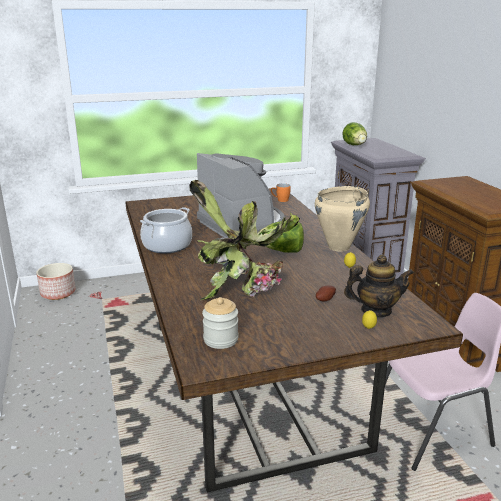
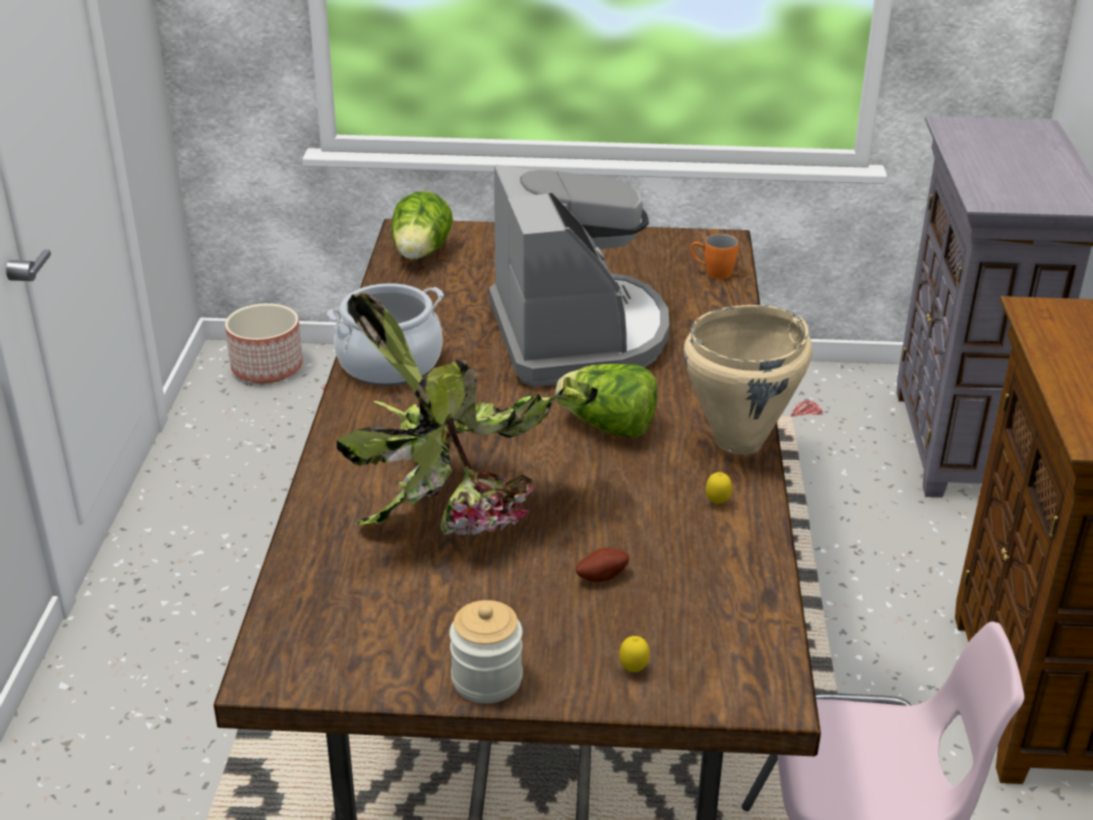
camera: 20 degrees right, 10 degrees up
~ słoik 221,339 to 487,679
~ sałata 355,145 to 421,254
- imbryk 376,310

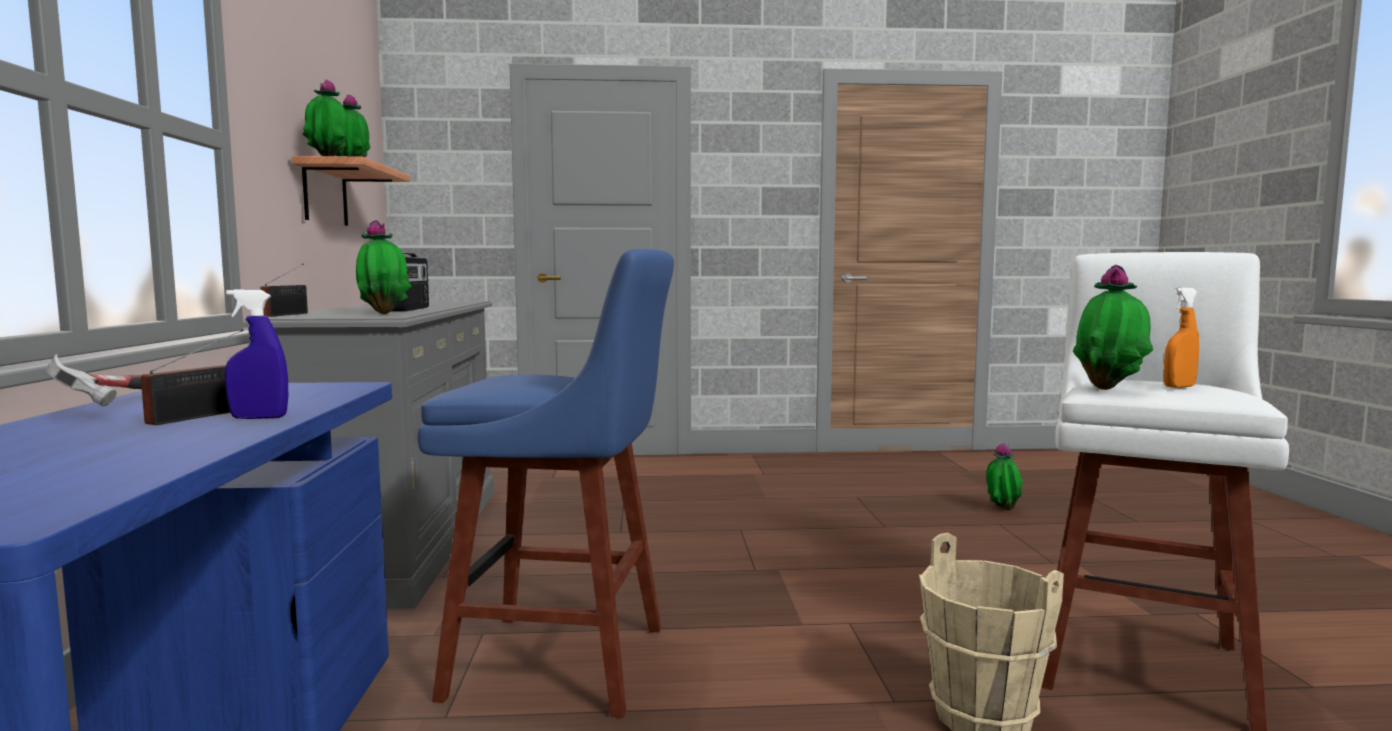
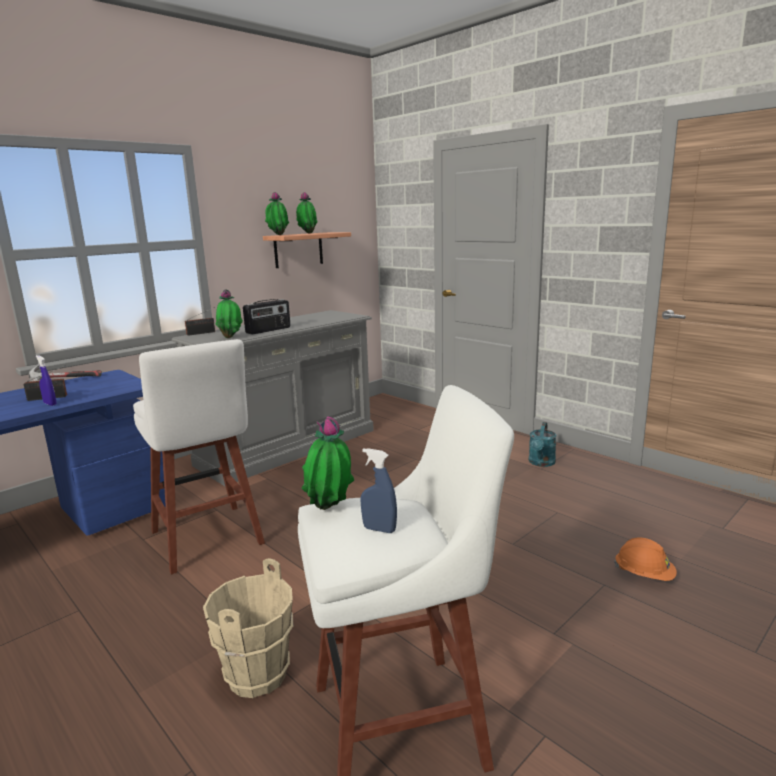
camera: 50 degrees right, 10 degrees up
~ stołek [niebieski] 563,663 to stołek [biały] 207,539
~ roślina doniczkowa 1002,510 to kask [pomarańczowy] 644,575
~ spryskiwacz [pomarańczowy] 1179,387 to spryskiwacz [niebieski] 379,529
+ konewka [turkusowy] 541,463

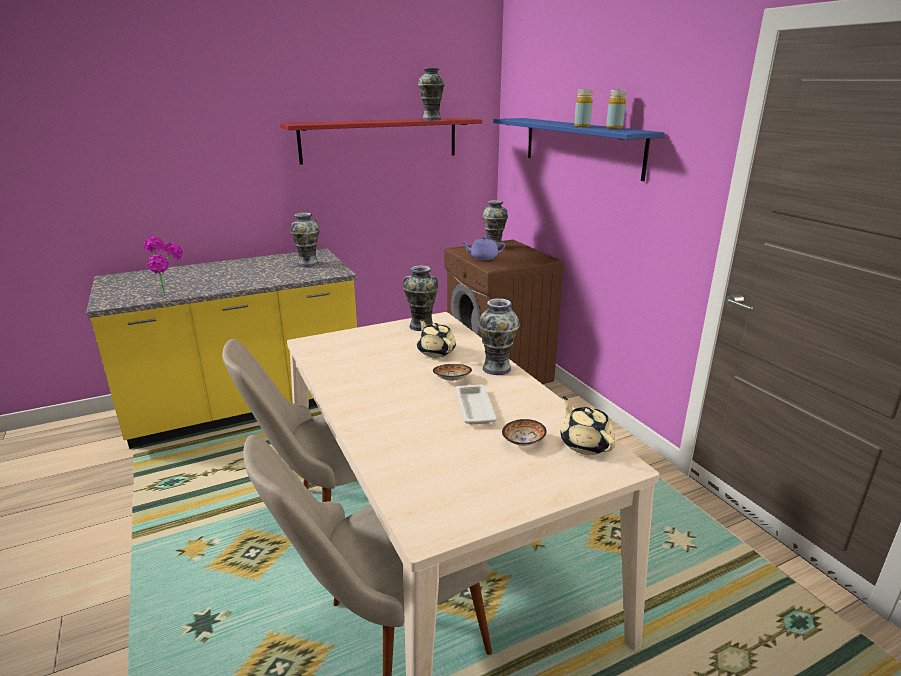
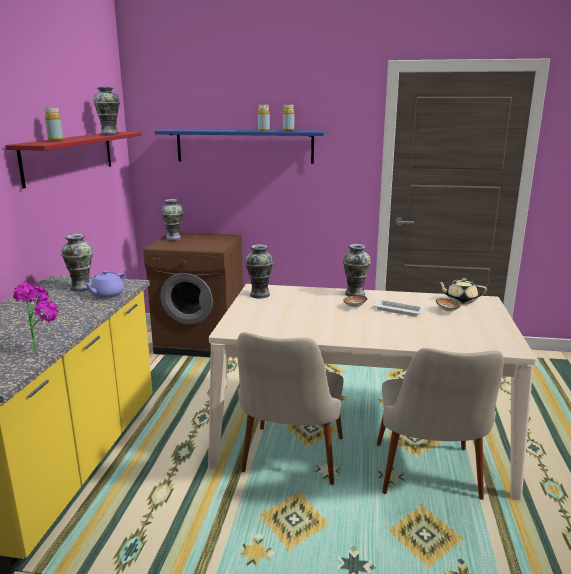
camera: 55 degrees left, 5 degrees down
- imbryk [beżowy] 436,351
~ imbryk [fioletowy] 483,257 to 106,295
+ butelka [żółty] 55,140

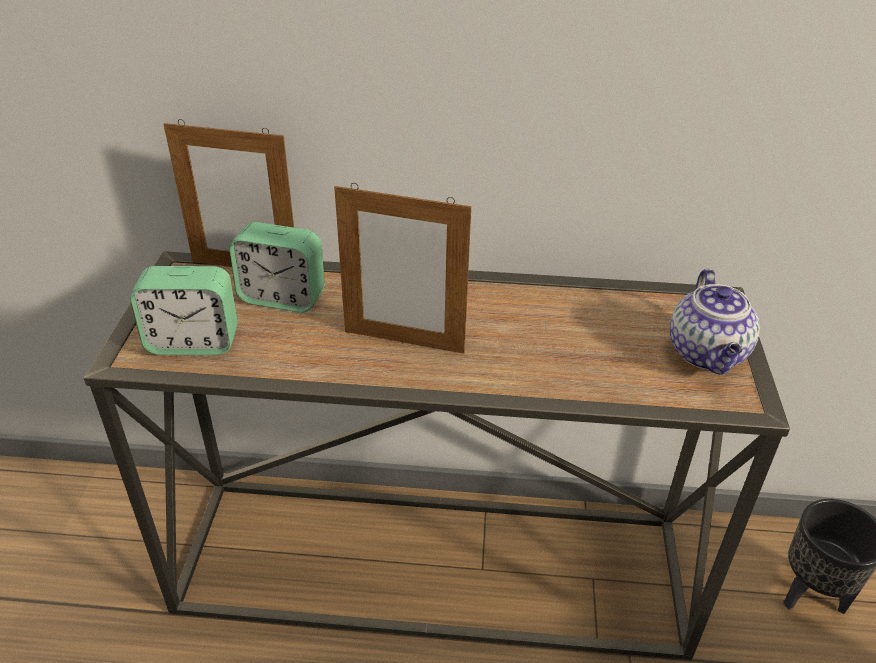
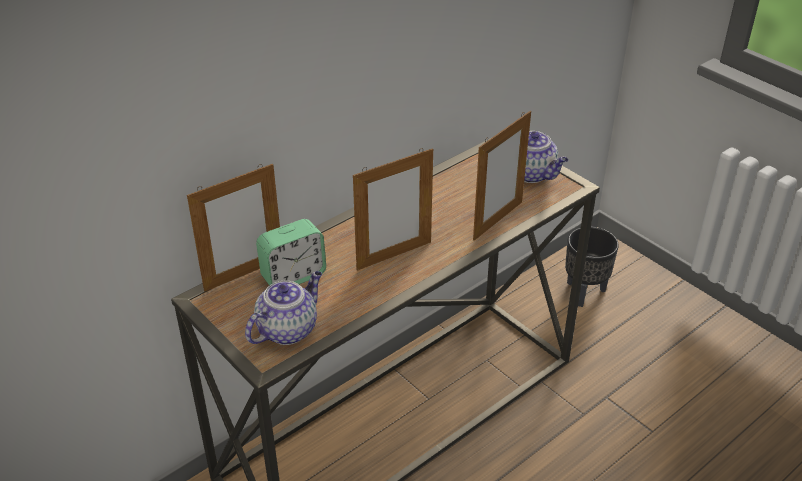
camera: 45 degrees left, 0 degrees up
~ budzik 193,342 to imbryk 288,329
+ ramka na zdjęcie 497,220

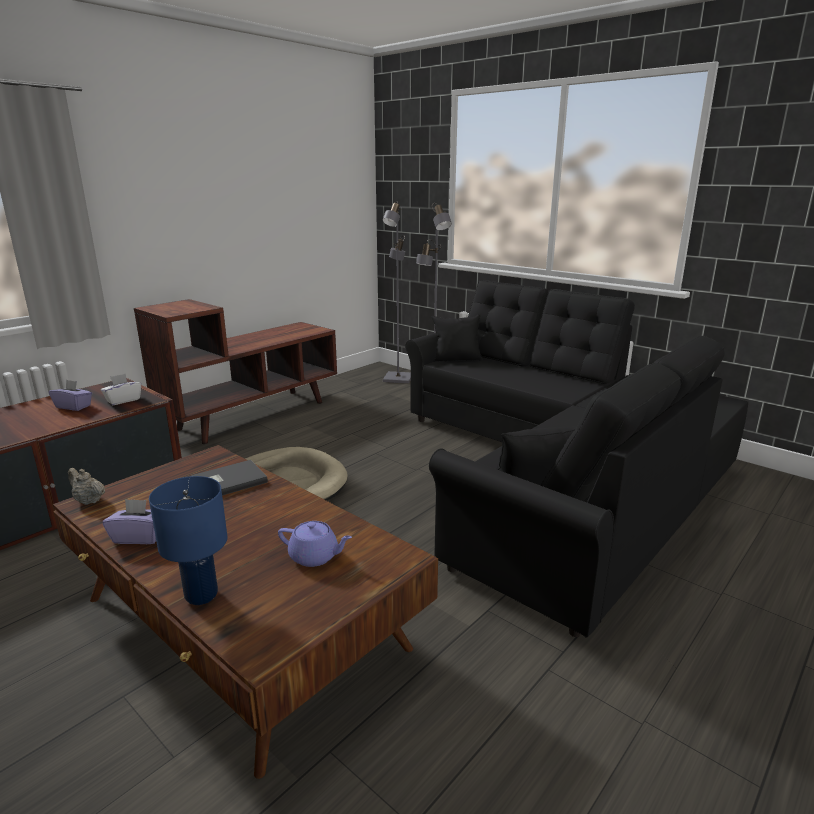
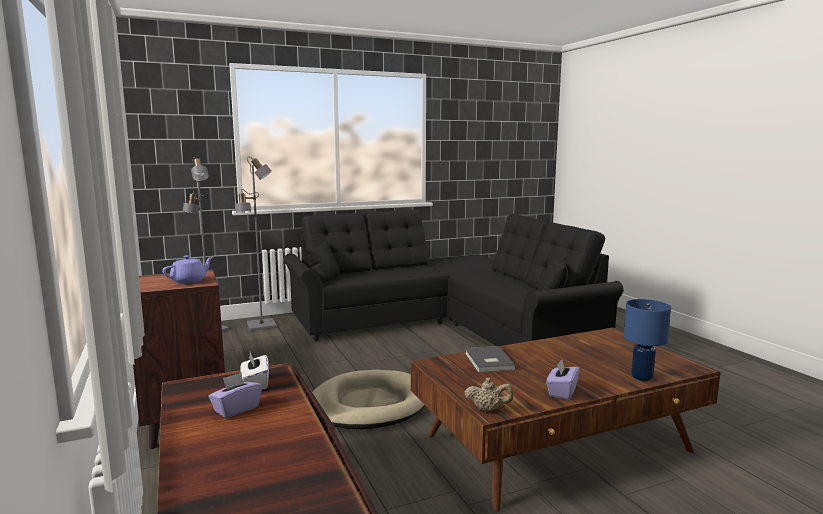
camera: 65 degrees left, 10 degrees down
~ imbryk [beżowy] 88,501 = 488,409 135 degrees counterclockwise
~ imbryk [fioletowy] 315,557 to 190,281

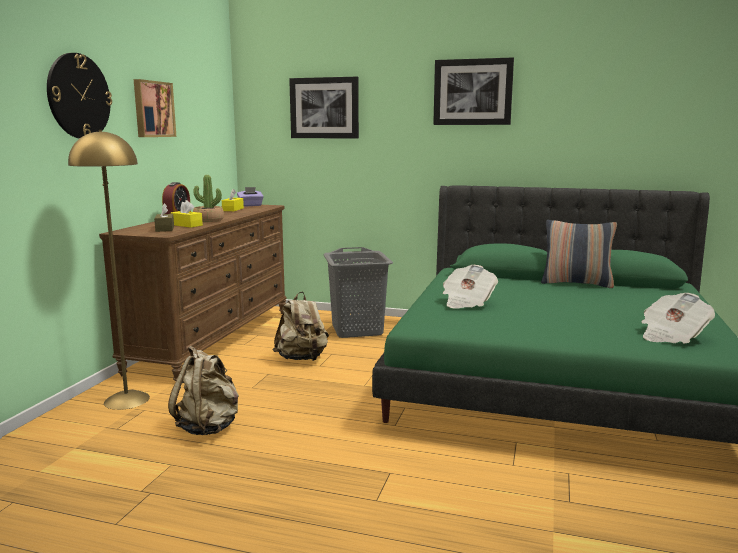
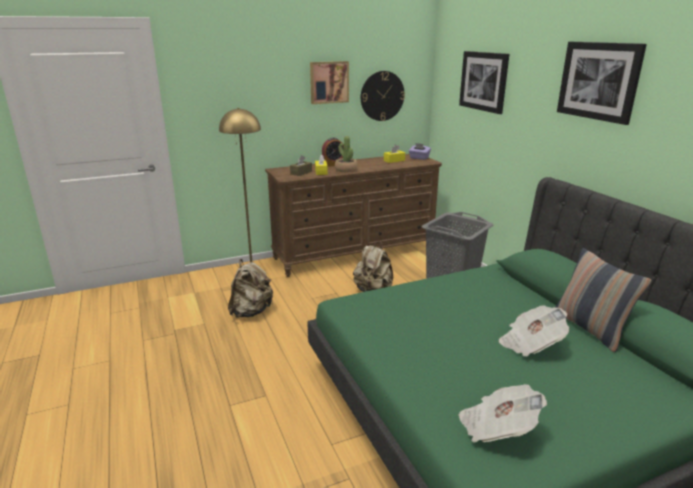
camera: 50 degrees right, 10 degrees up
~ zegar ścienny 78,96 to 382,96
~ gazeta 467,302 to 530,344

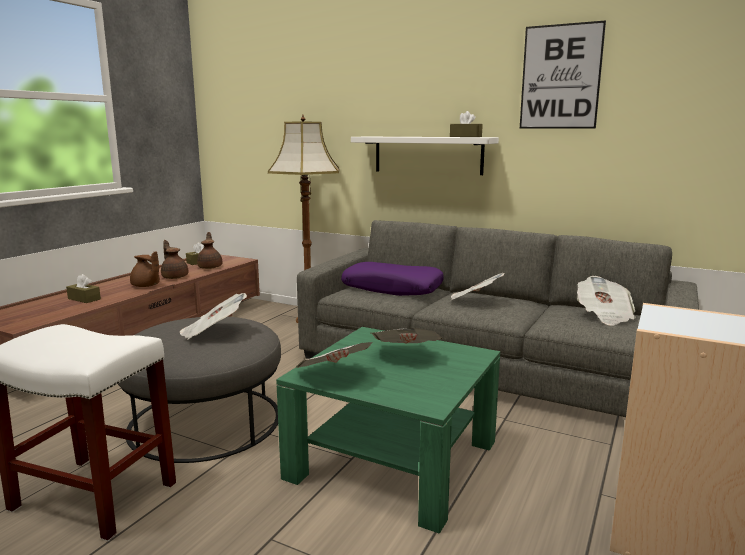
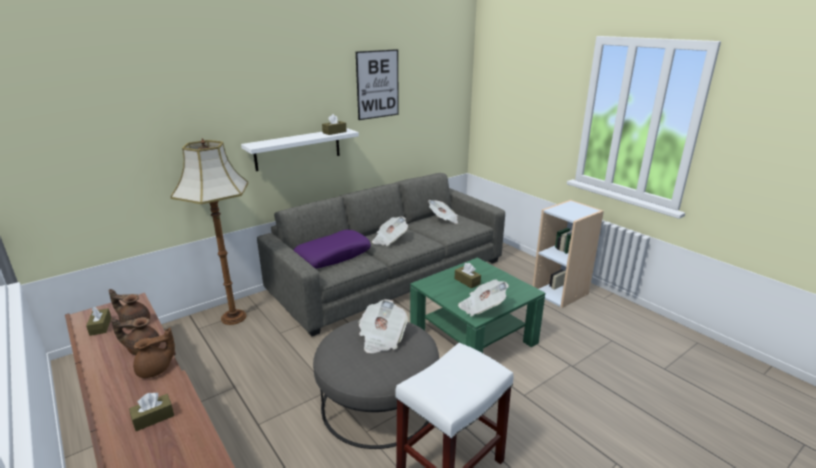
camera: 65 degrees left, 10 degrees up
~ gazeta 406,355 to pudełko chusteczek [brązowy] 467,281

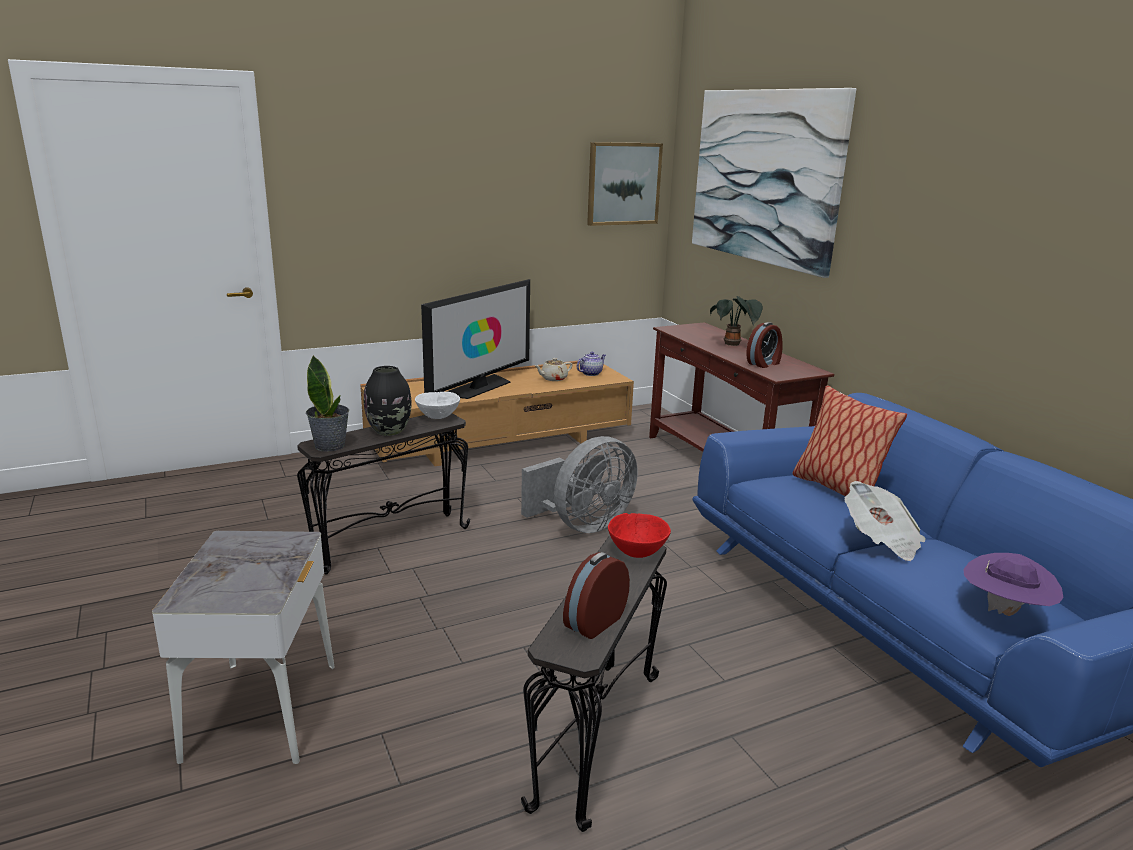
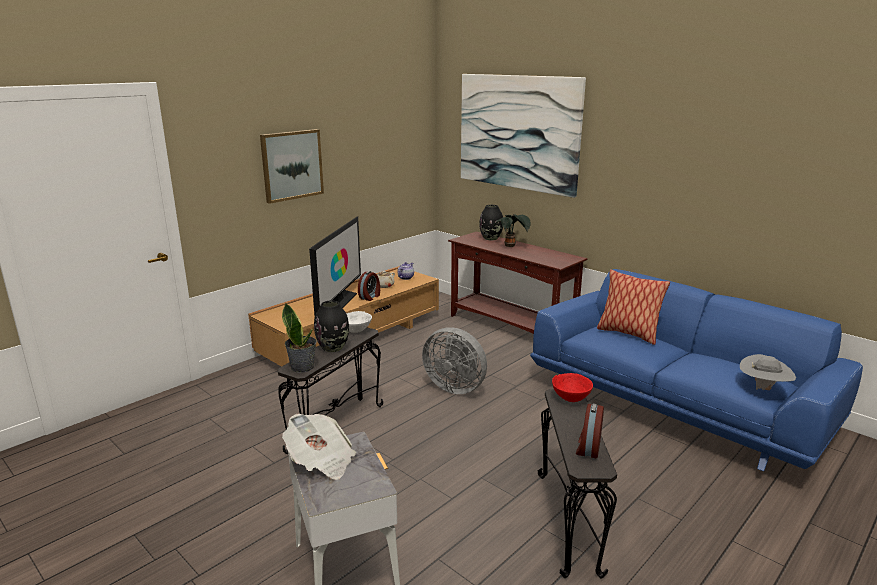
camera: 20 degrees left, 0 degrees up
~ wentylator [szary] 583,525 = 455,387 90 degrees clockwise
~ obraz 623,183 to 292,165
~ budzik 764,363 to 370,297
~ gazeta 881,540 to 321,461
~ kapelusz [fioletowy] 1004,612 to kapelusz [szary] 763,388
+ wazon [czarny] 491,238

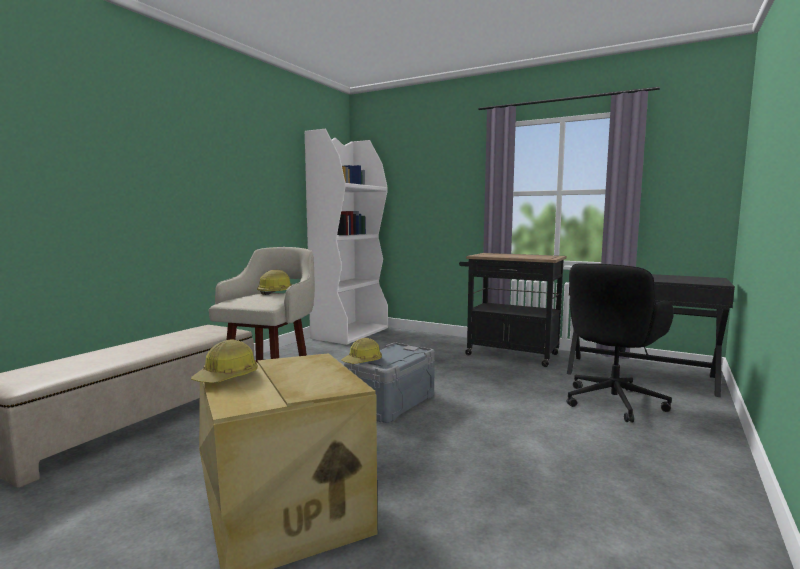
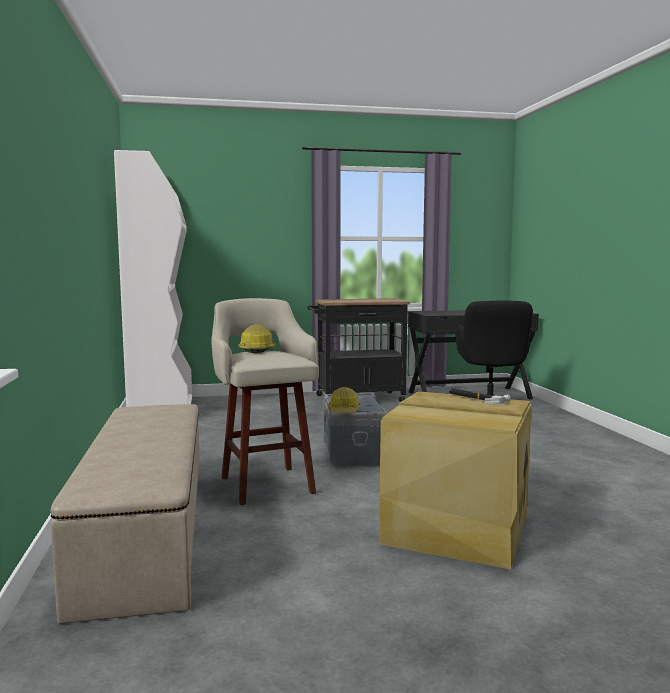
camera: 40 degrees left, 0 degrees up
- kask 227,377
+ młotek 476,398

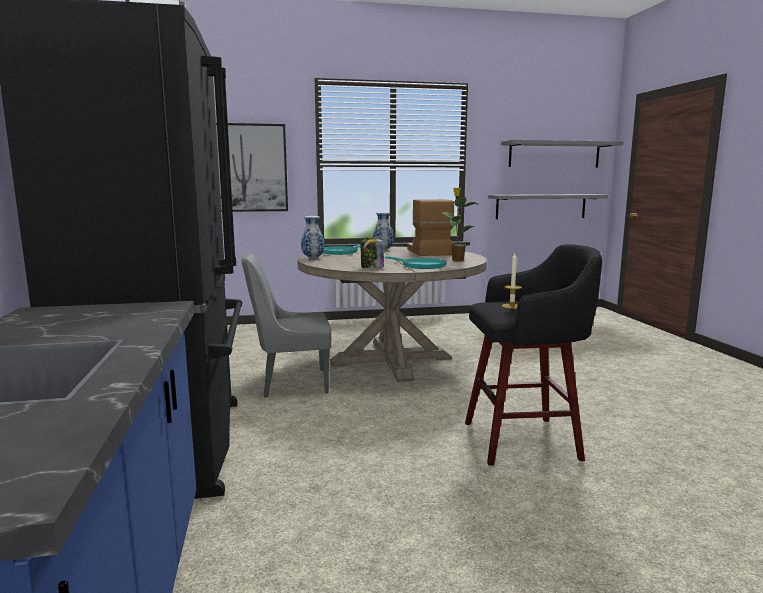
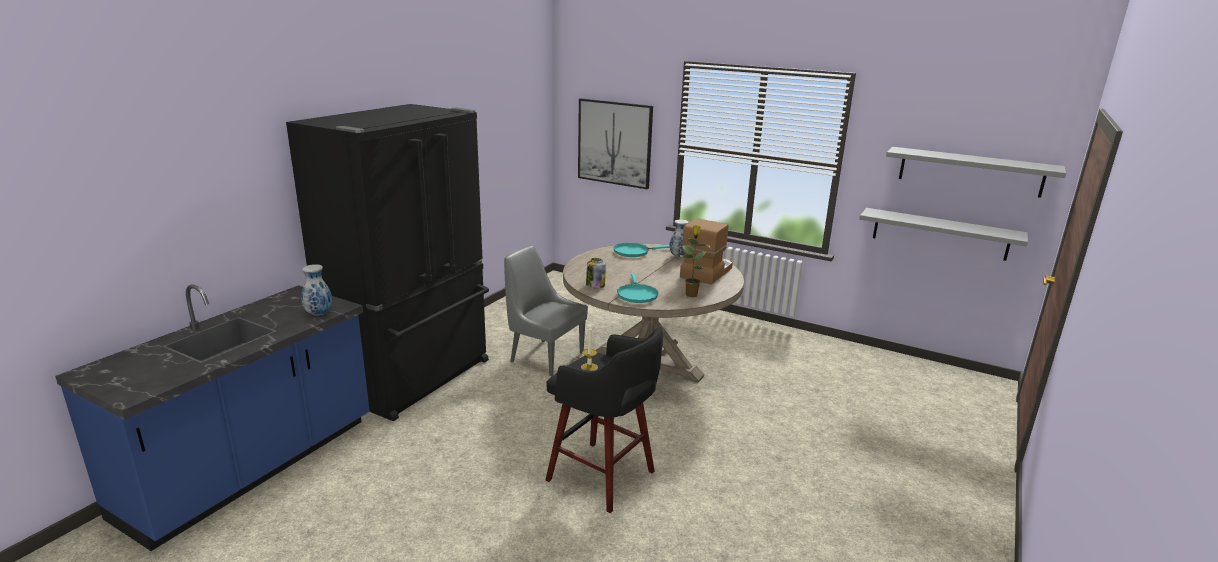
camera: 40 degrees right, 10 degrees up
~ wazon 312,258 to 318,313

